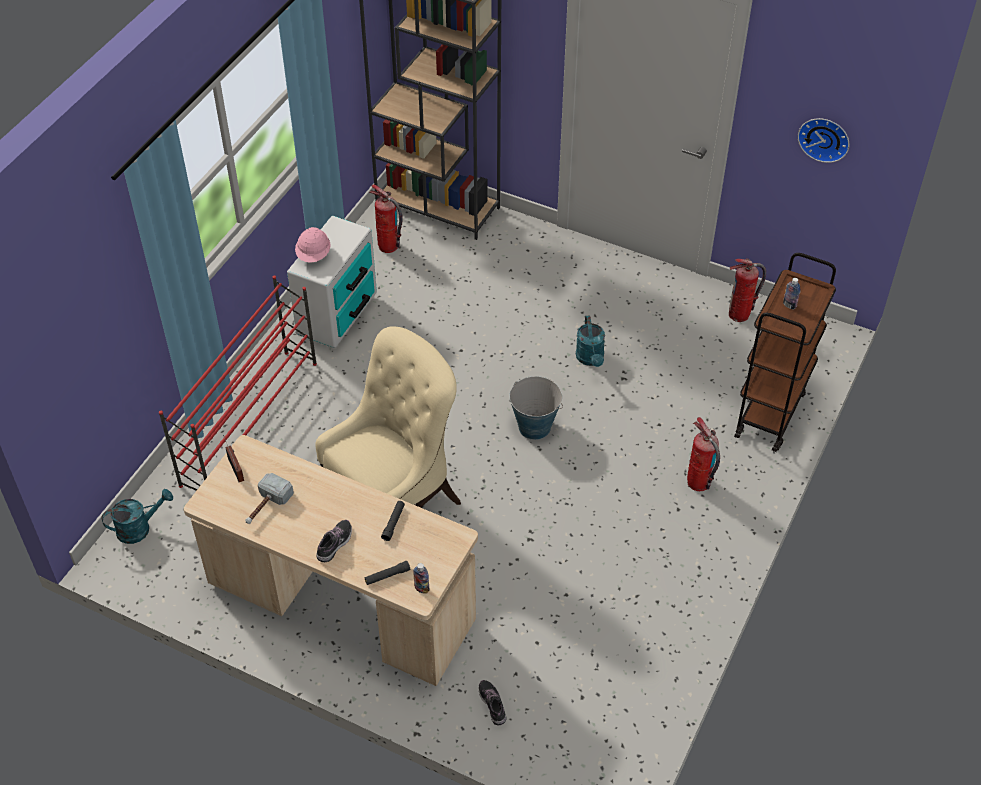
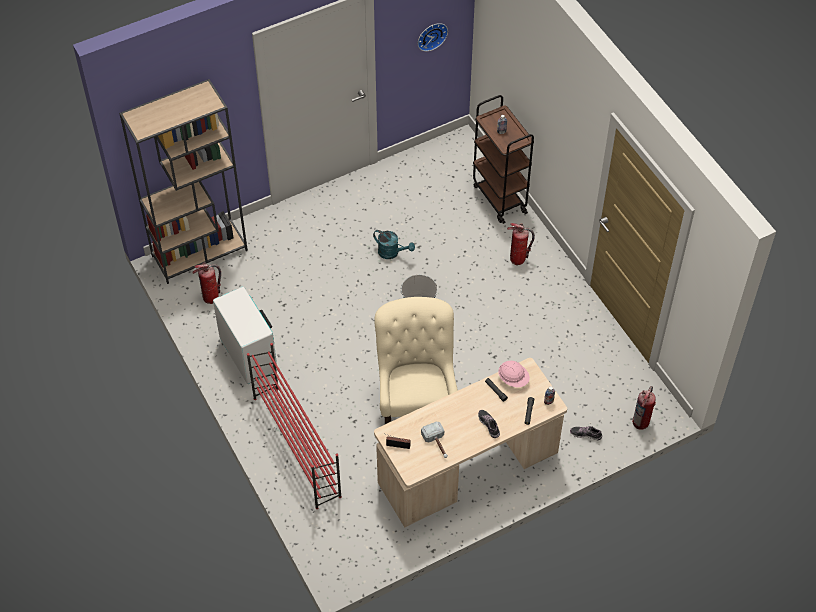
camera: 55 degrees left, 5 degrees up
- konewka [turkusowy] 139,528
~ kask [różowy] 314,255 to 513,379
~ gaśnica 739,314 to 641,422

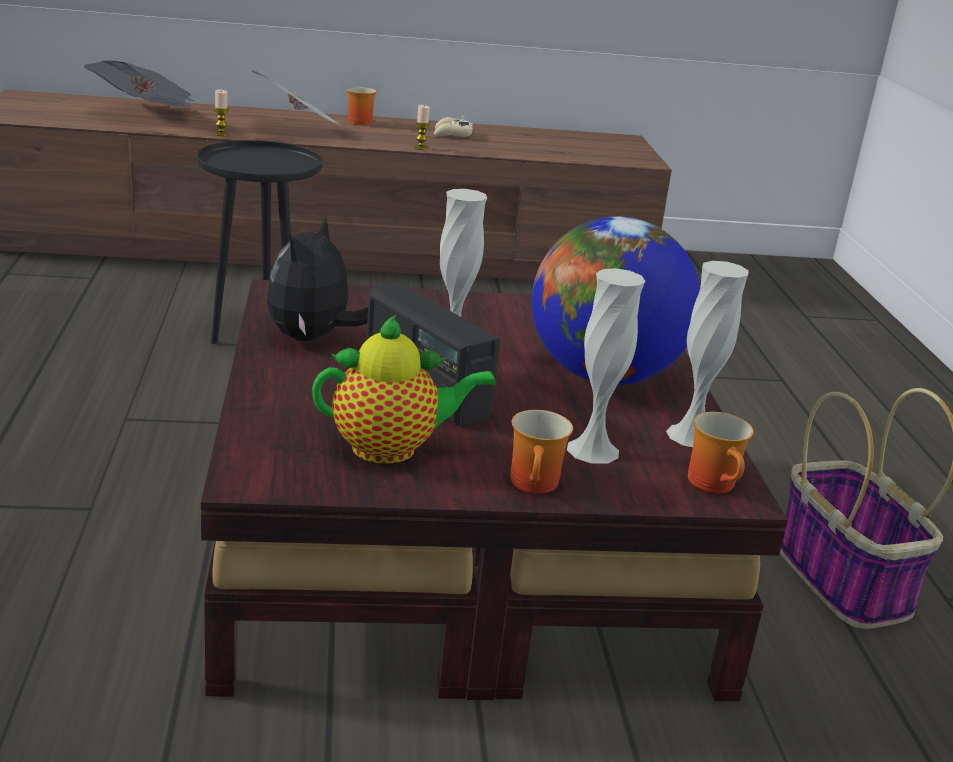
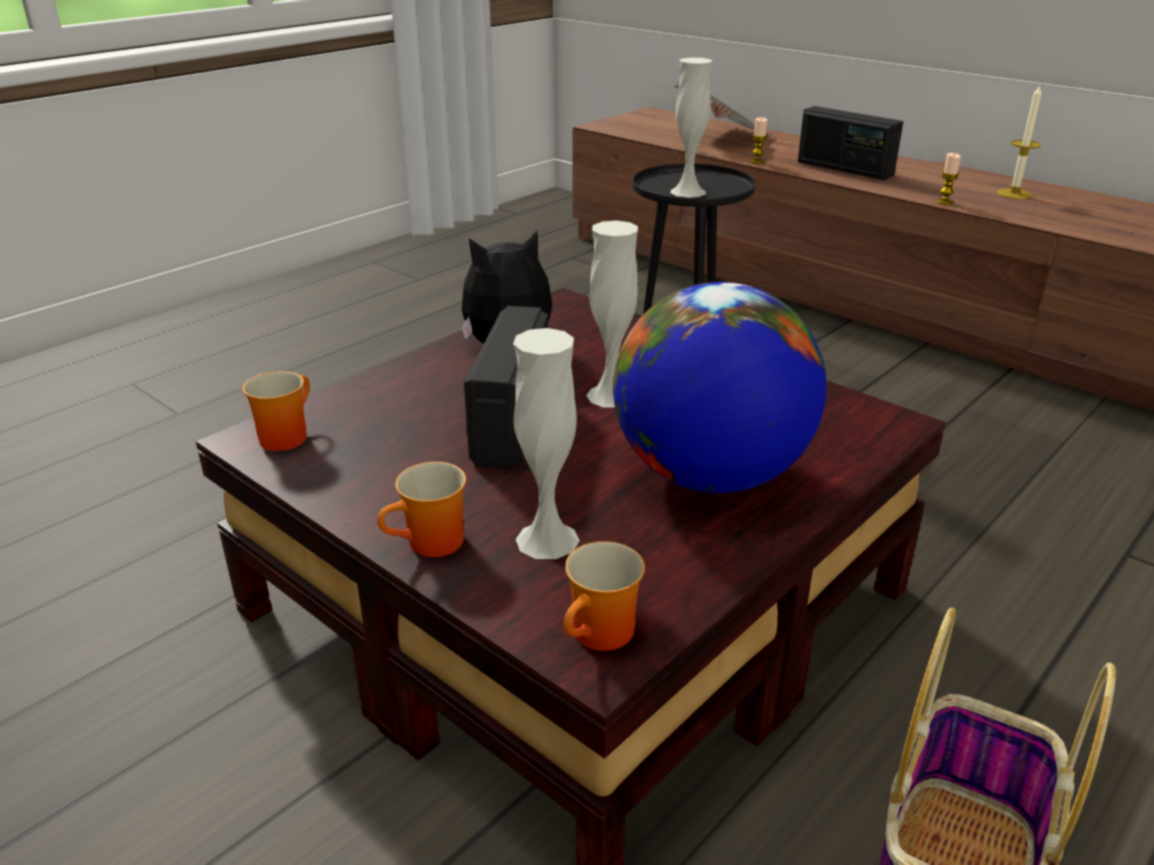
camera: 50 degrees right, 5 degrees up
~ gazeta 302,130 to radio 844,168
- imbryk 391,449
~ kubek 357,121 to 284,435
~ pad do gier [beżowy] 452,134 to świeca 1014,194
~ wazon [biały] 692,435 to 688,192

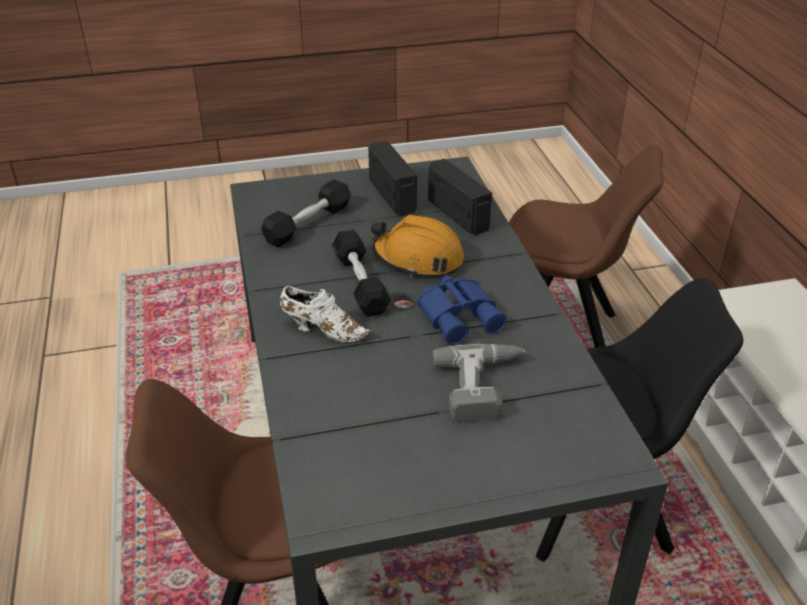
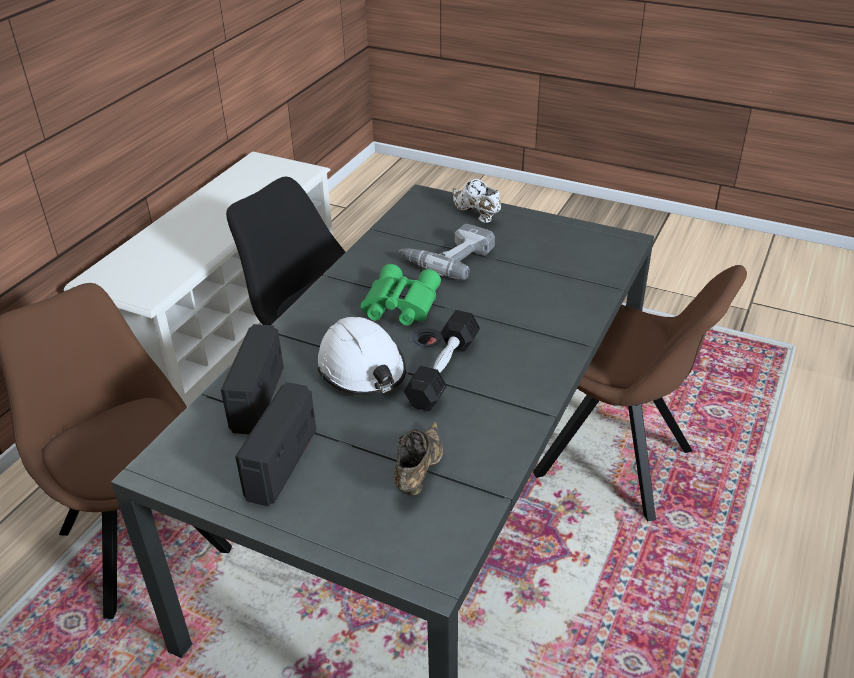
camera: 140 degrees left, 0 degrees up
~ hantel [czarny] 308,224 to but [brązowy] 418,473
~ but [biały] 323,330 to 475,213
~ kask [pomarańczowy] 418,258 to kask [biały] 362,370
~ lornetka [niebieski] 460,315 to lornetka [zielony] 399,305

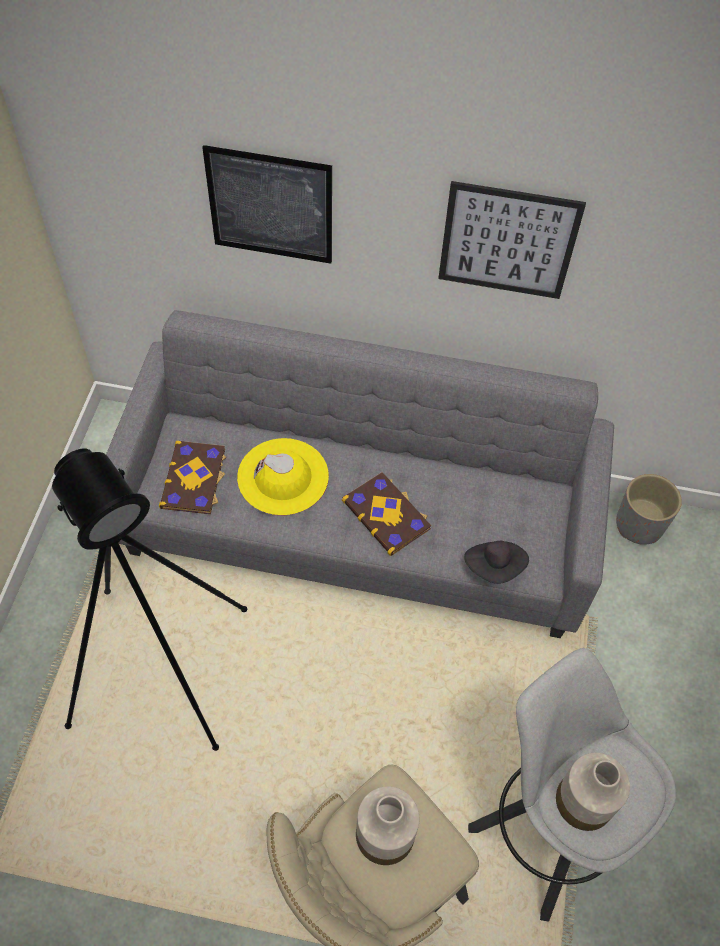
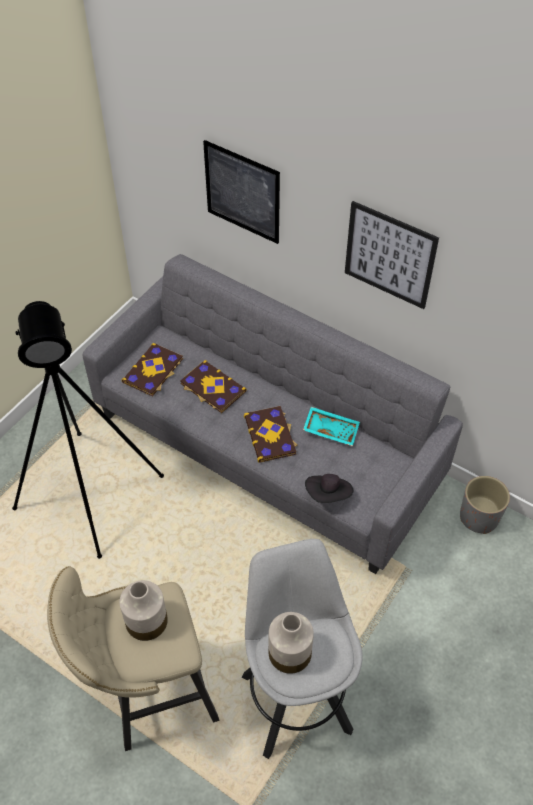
camera: 25 degrees right, 5 degrees down
~ kapelusz [żółty] 283,477 to książka 212,388
+ taca [turkusowy] 331,429

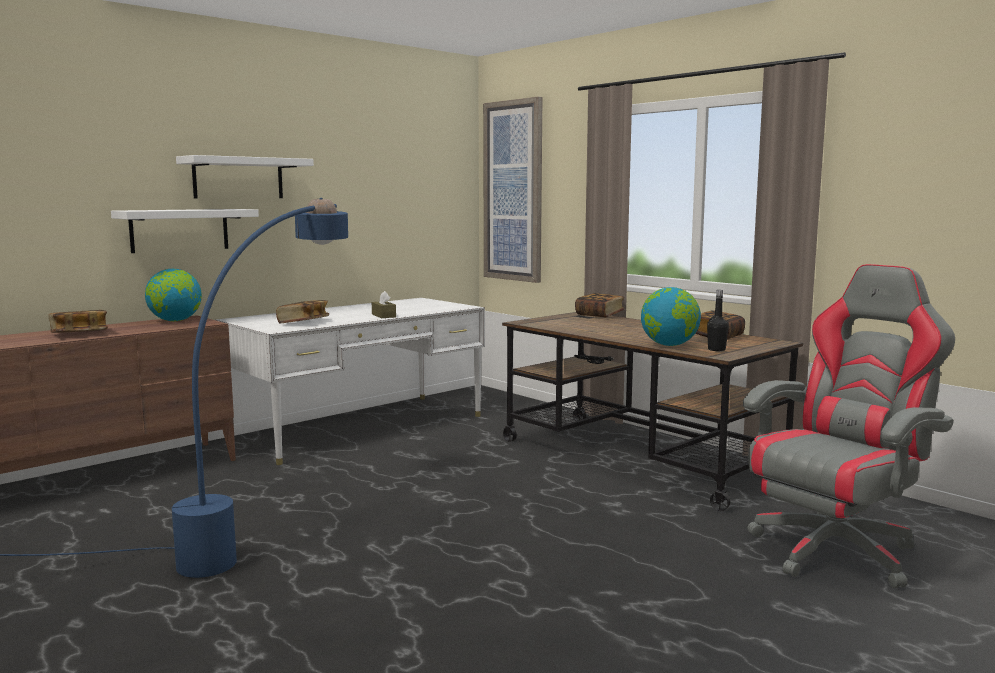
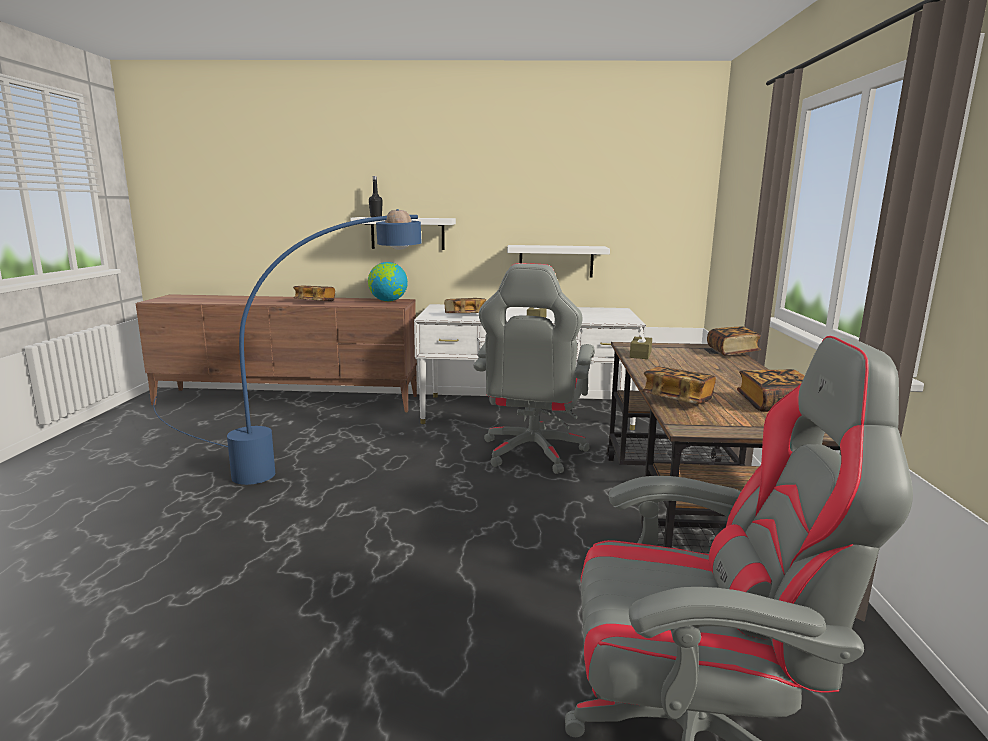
camera: 45 degrees right, 5 degrees up
~ półka [biały] 238,178 to 556,261
- obraz 513,191
~ globus 669,345 to książka 677,400
~ butelka [czarny] 716,349 to 376,217
+ krzesło biurowe [szary] 533,452
+ pudełko chusteczek [brązowy] 640,354

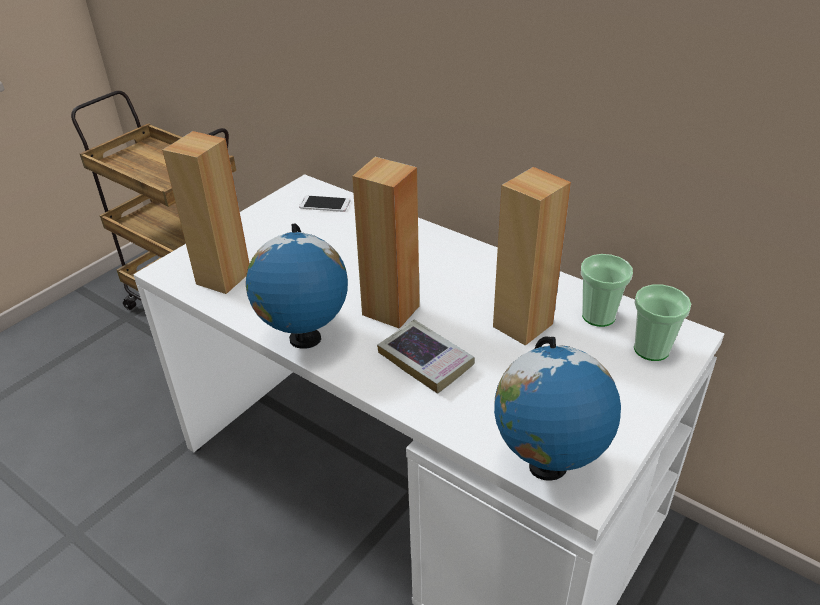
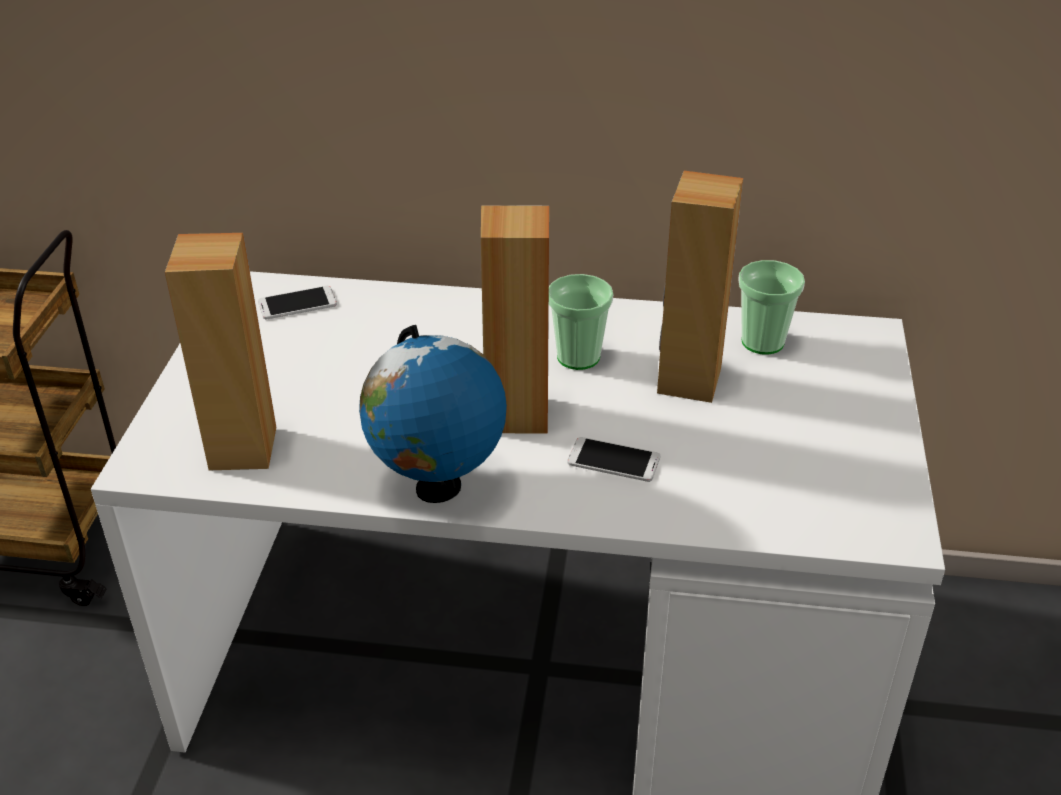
camera: 30 degrees left, 0 degrees up
~ książka 425,360 to telefon 613,460
- globus 547,467
~ filiżanka 651,349 to 578,357

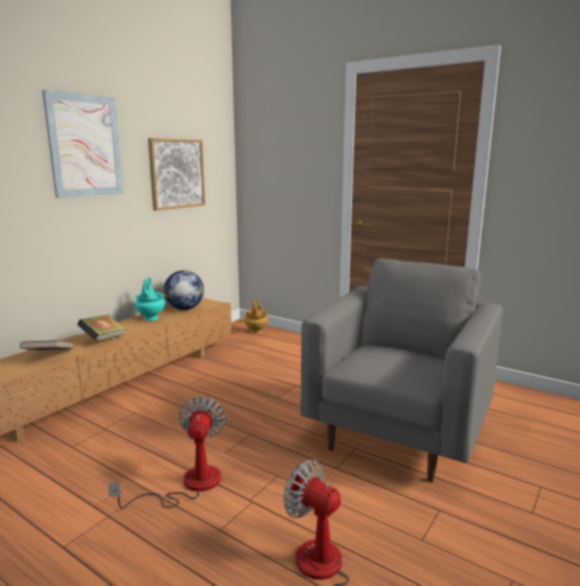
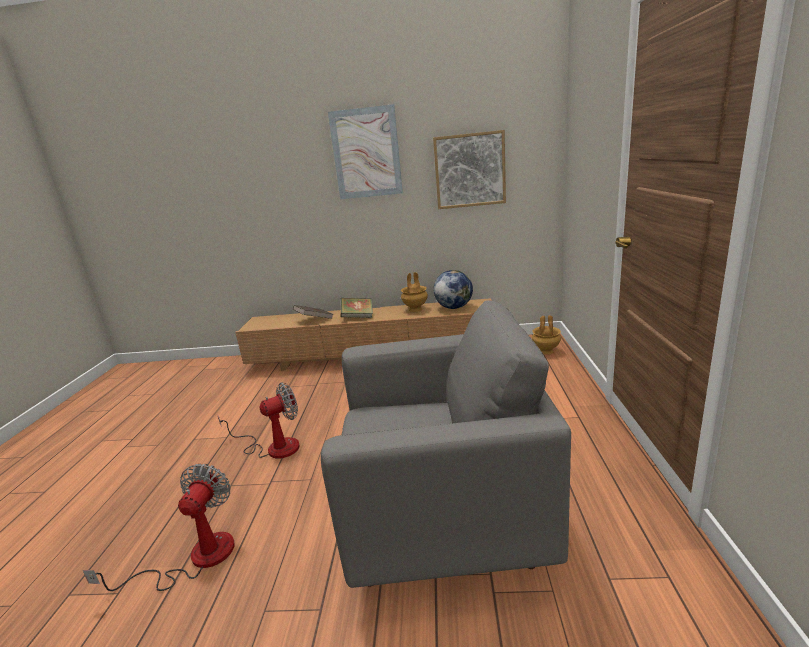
camera: 60 degrees right, 5 degrees up
~ wazon [turkusowy] 151,318 to wazon [brązowy] 415,309

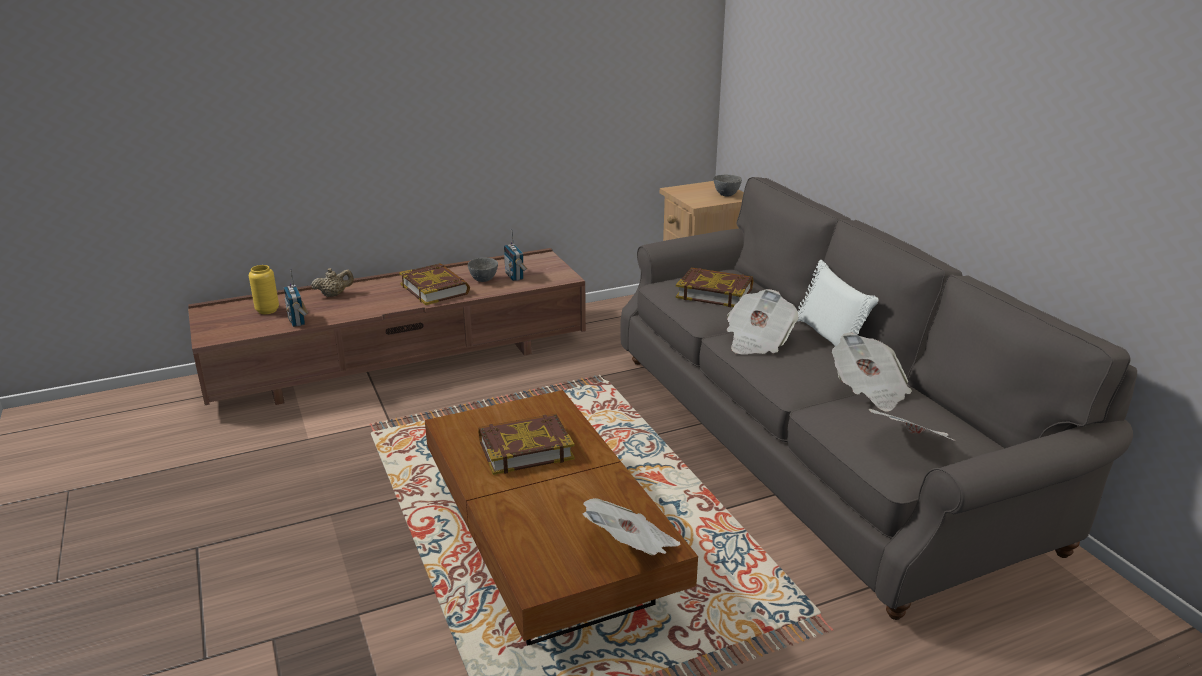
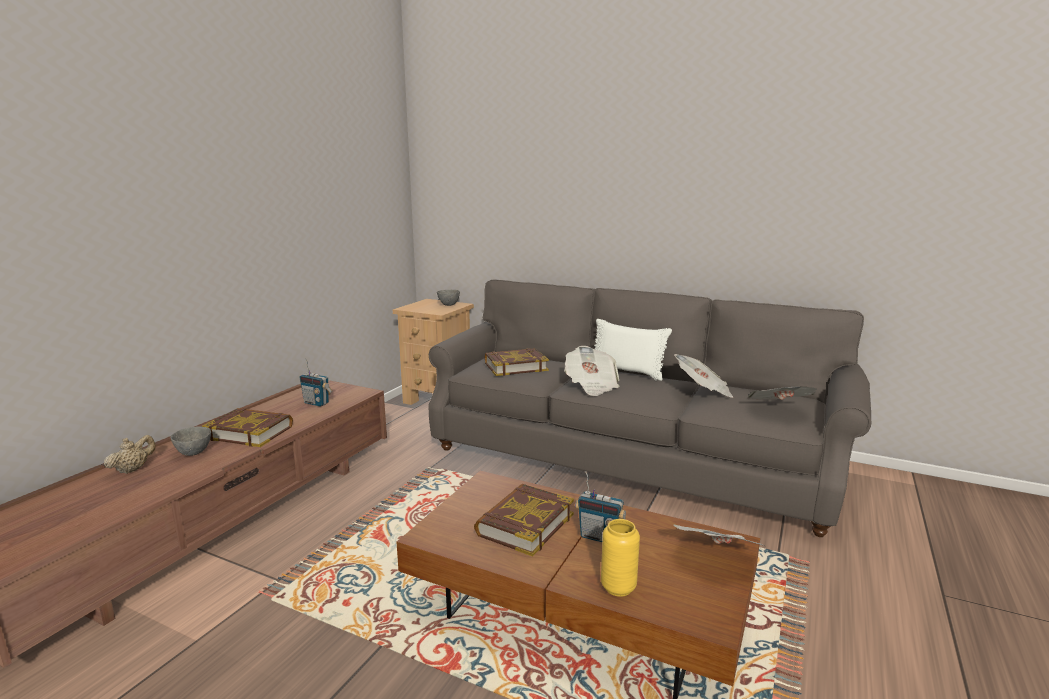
camera: 40 degrees left, 10 degrees down
~ wazon [żółty] 267,310 to 618,587
~ radio 297,321 to 599,537
~ miska [szary] 484,280 to 194,453

